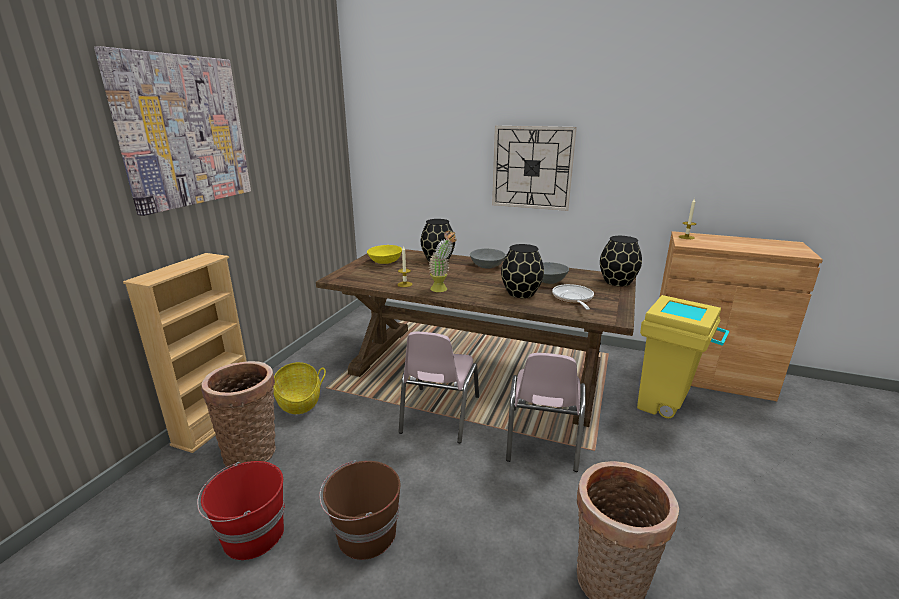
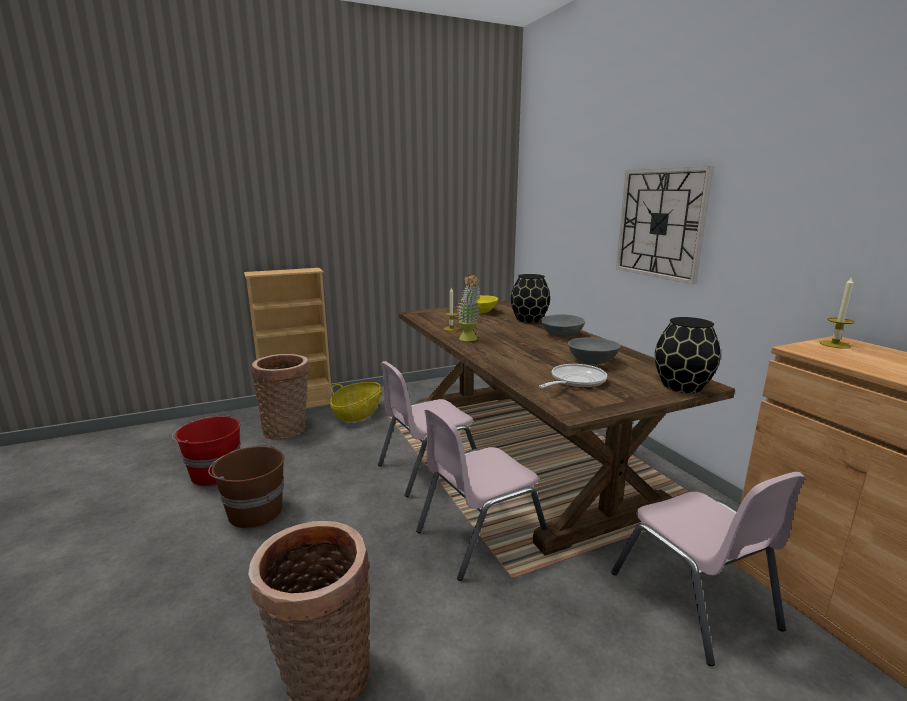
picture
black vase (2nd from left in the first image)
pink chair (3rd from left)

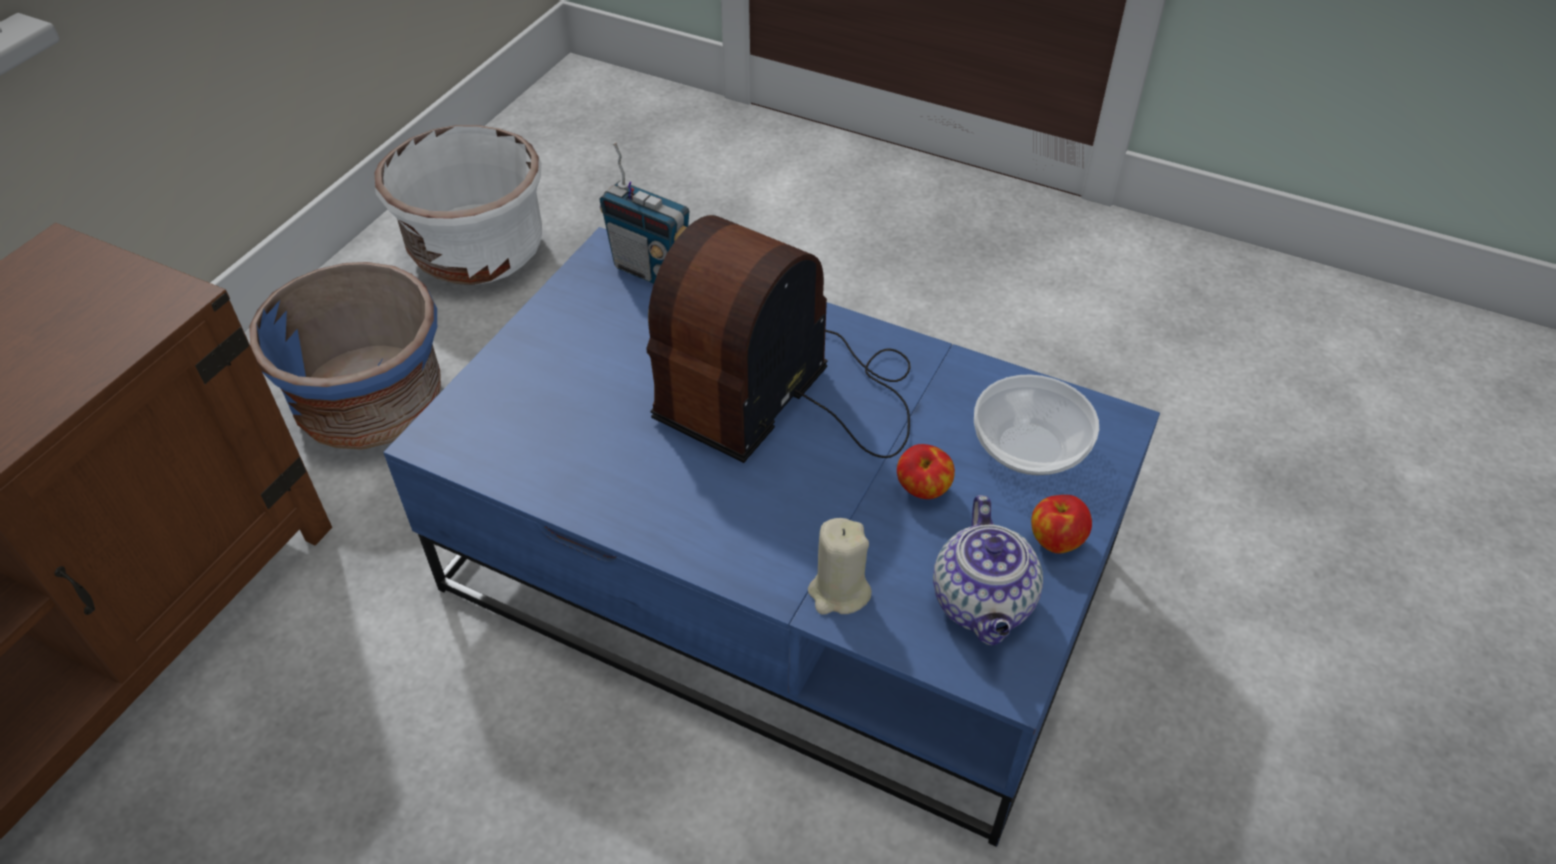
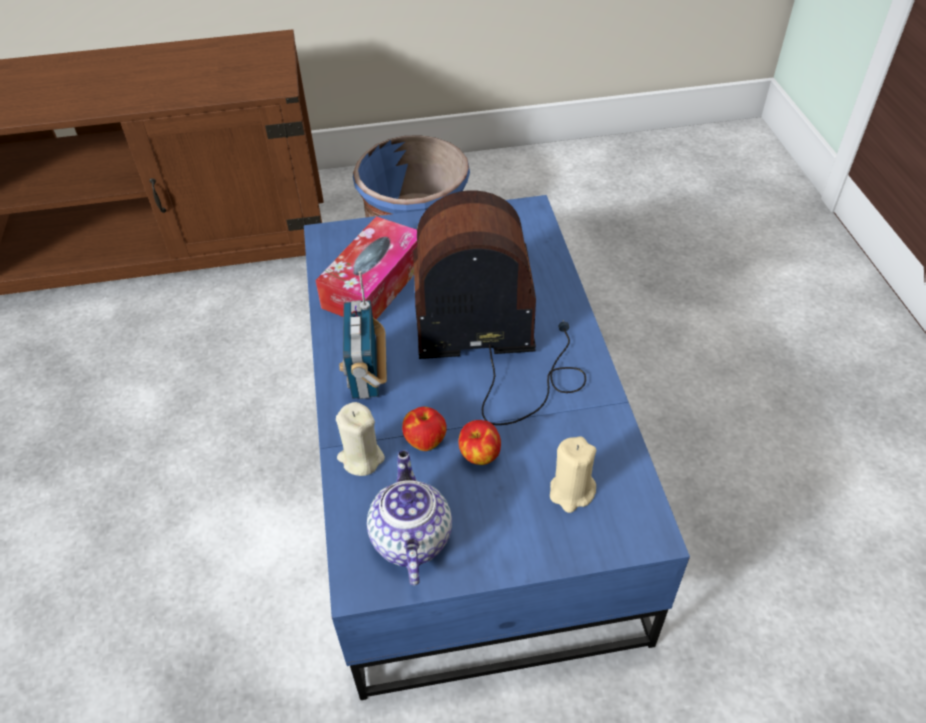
white planter
radio (1st from left)
teapot
beige candle (2nd from left)
apple (1st from left)
tissue box

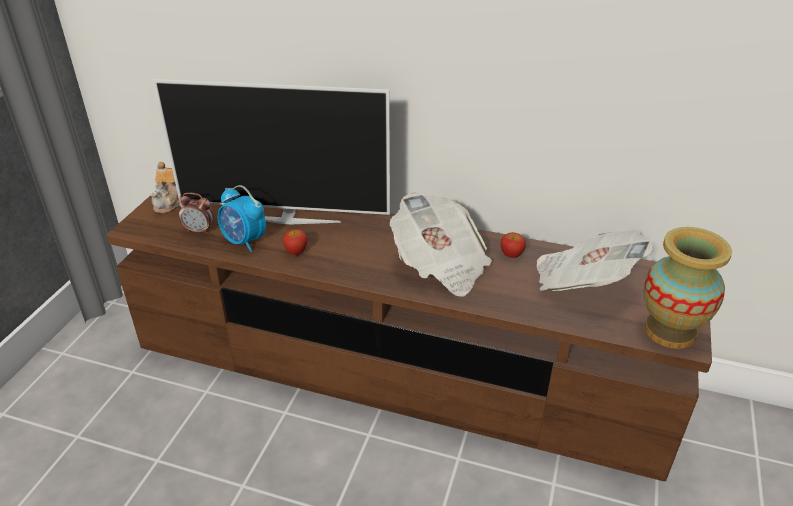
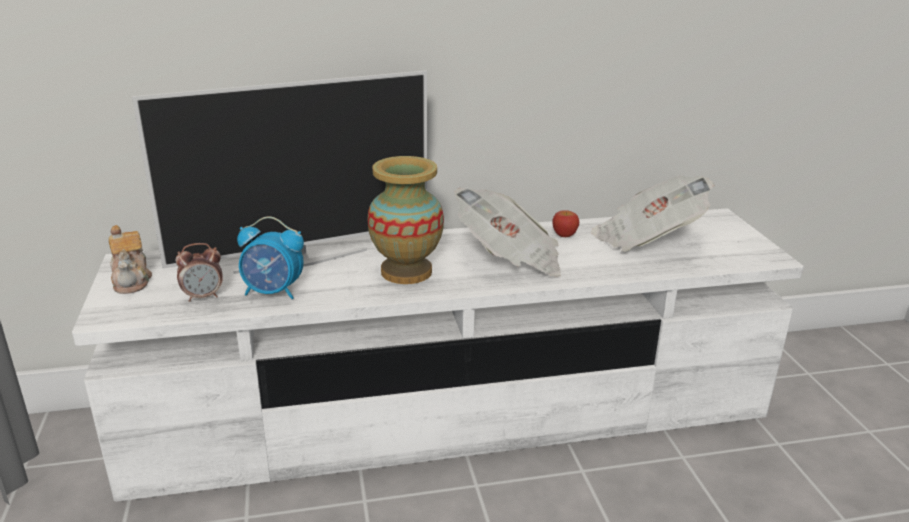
white tv stand
apple (1st from left in the first image)
vase

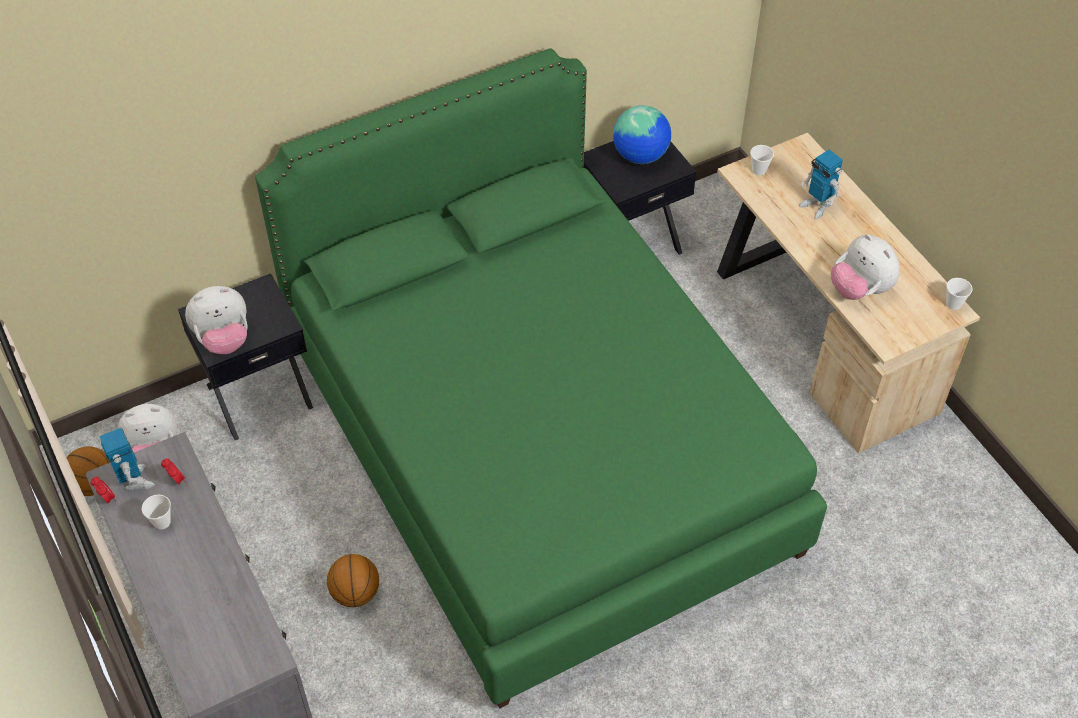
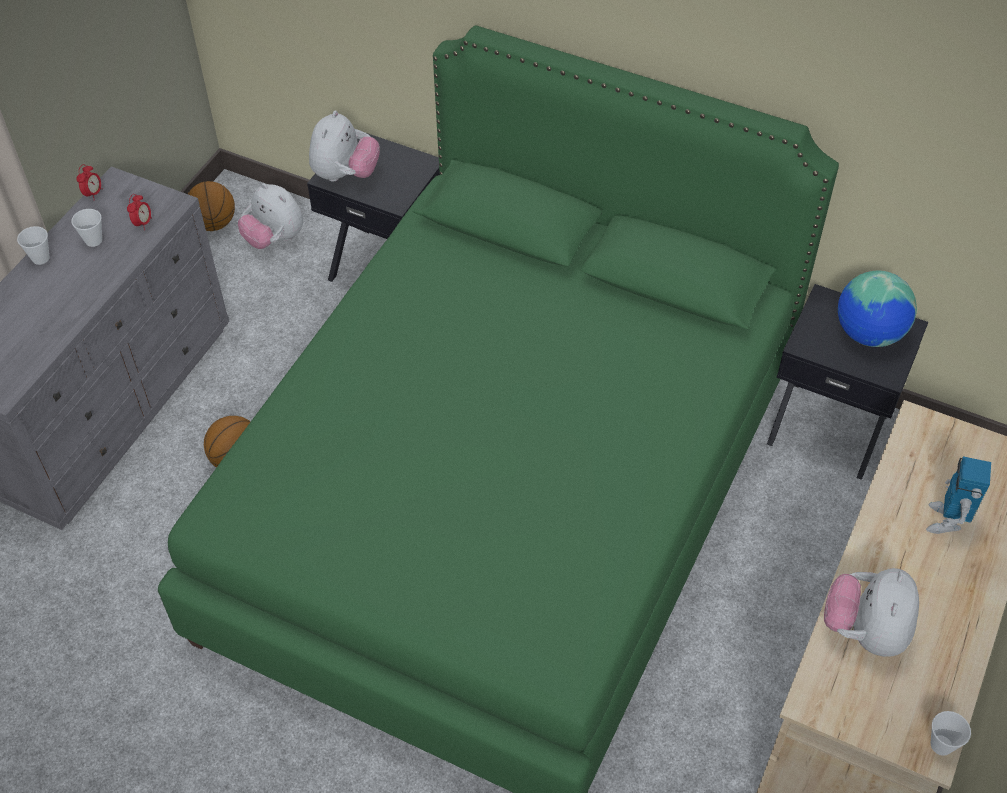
toy robot (1st from left in the first image)
plush toy (2nd from left)
cup (1st from left)

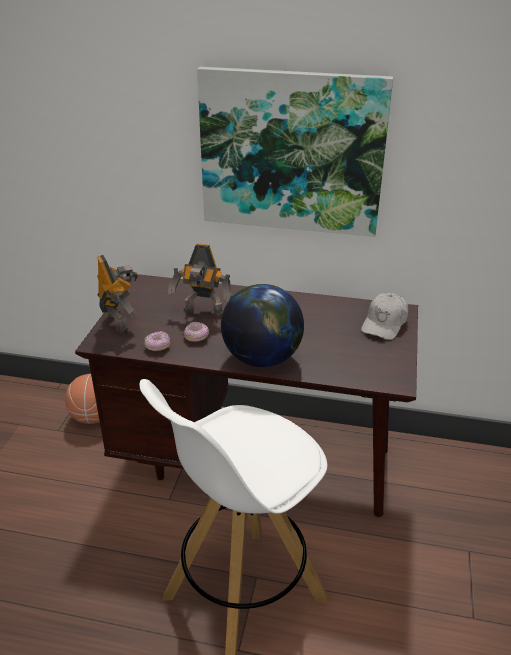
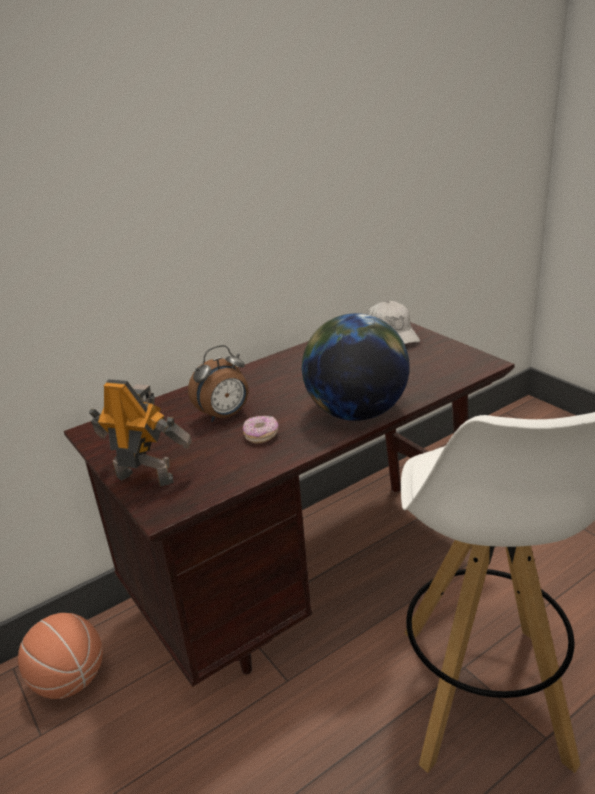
donut (1st from left in the first image)
alarm clock
picture

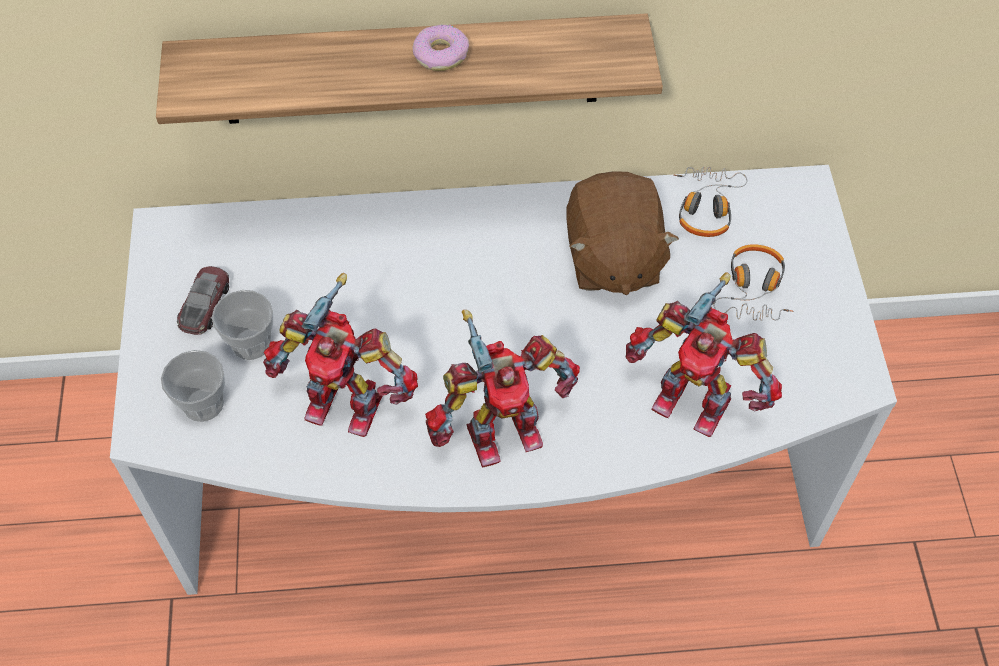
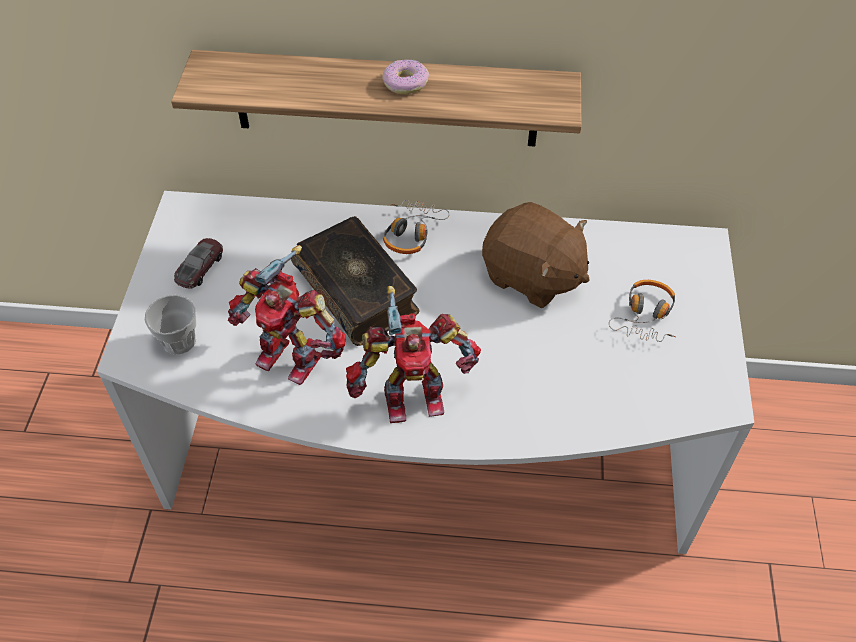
cup (2nd from left in the first image)
brown plush toy
toy robot (3rd from left in the first image)
headphones (1st from left)
book

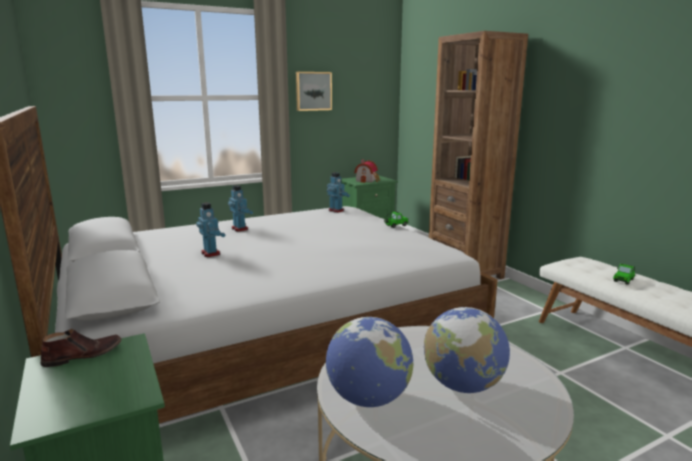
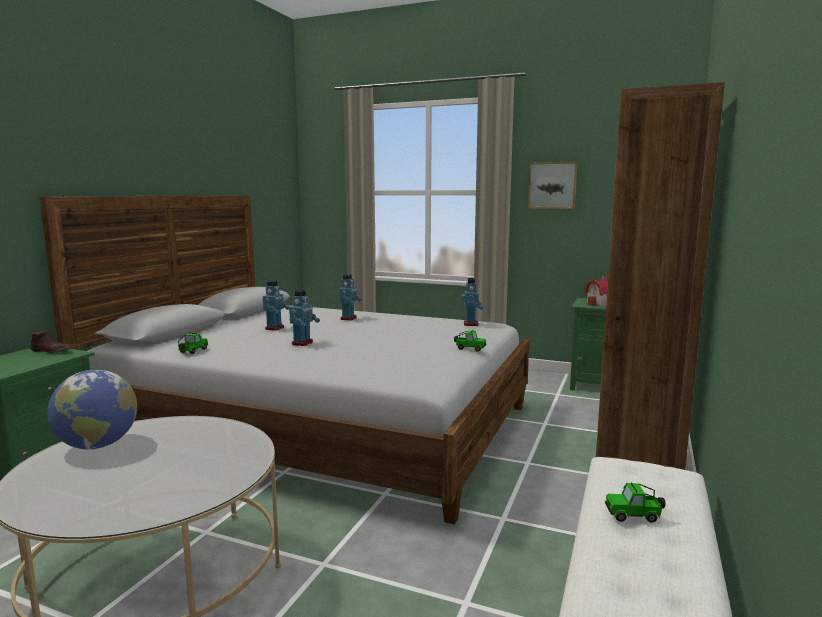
globe (2nd from left in the first image)
toy car (1st from left)
toy robot (2nd from left)

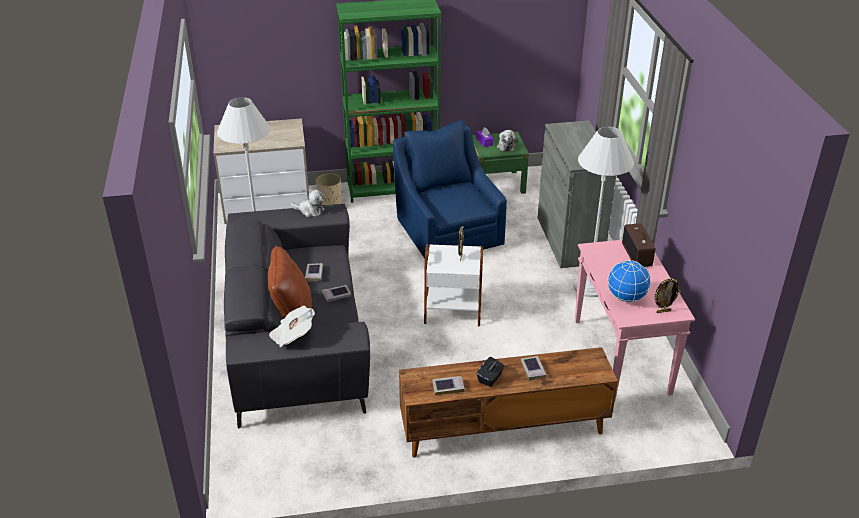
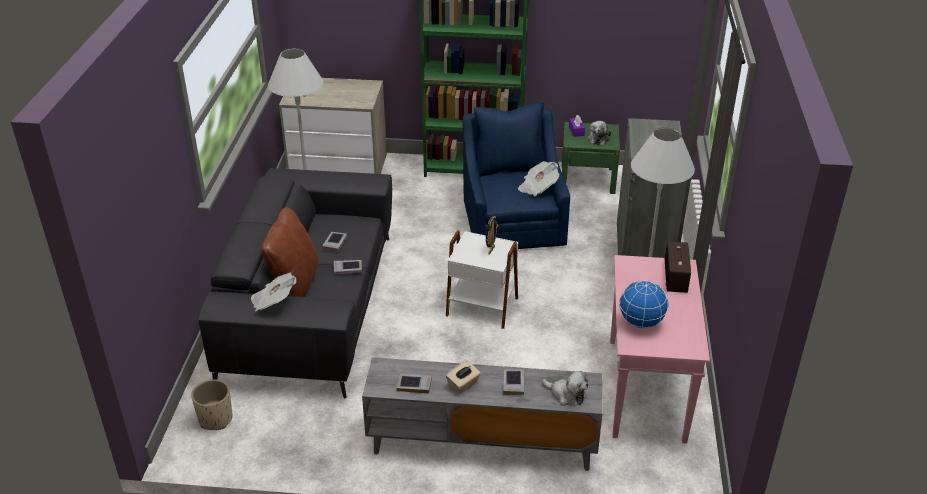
plush toy (1st from left)
beige planter
grey tv stand
beige tissue box
picture frame (2nd from left in the first image)
newspaper (2nd from left)

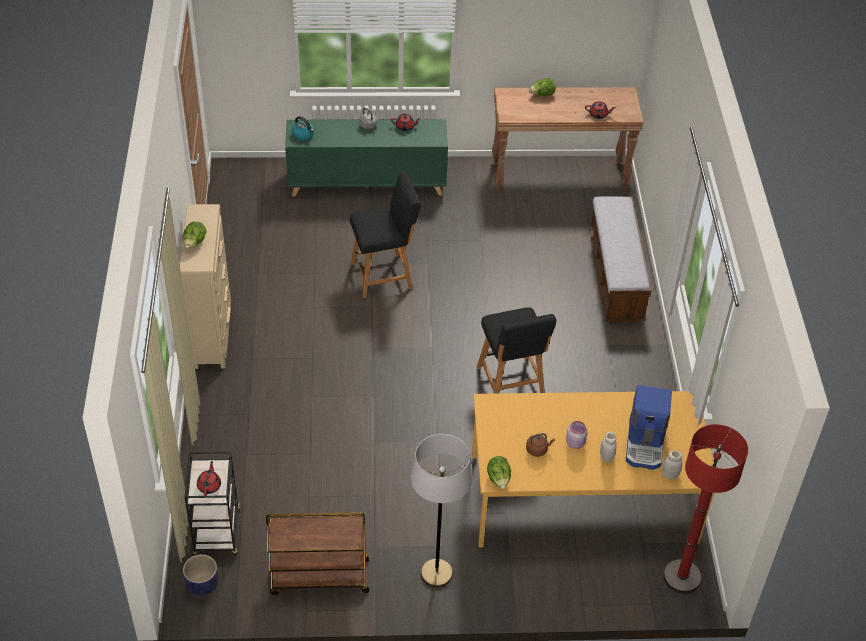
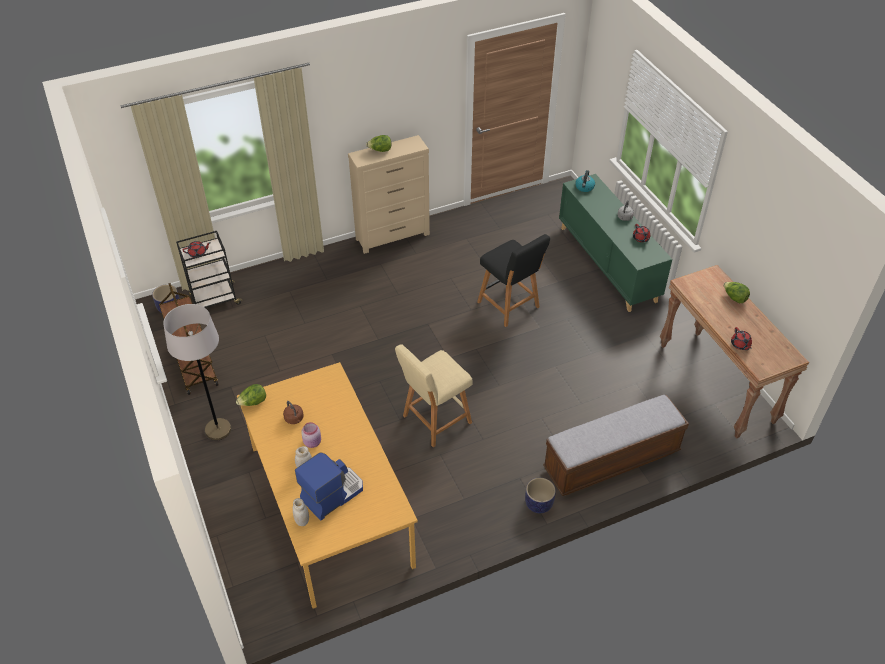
beige stool
coffee machine
red floor lamp
planter (2nd from left)

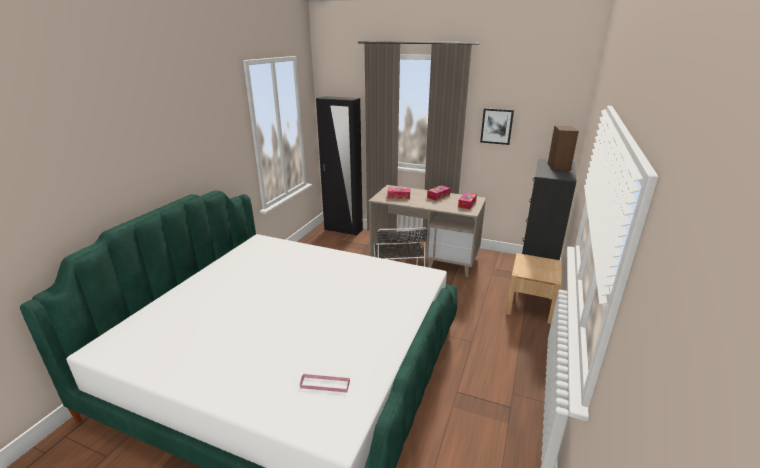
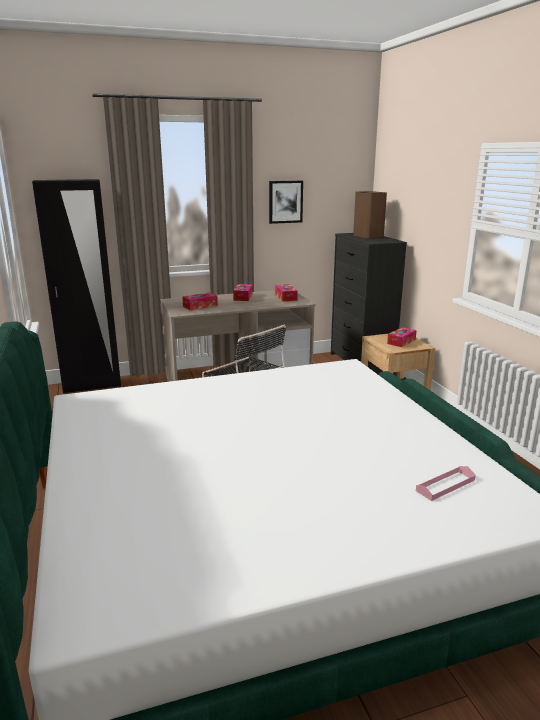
tissue box (4th from left)

